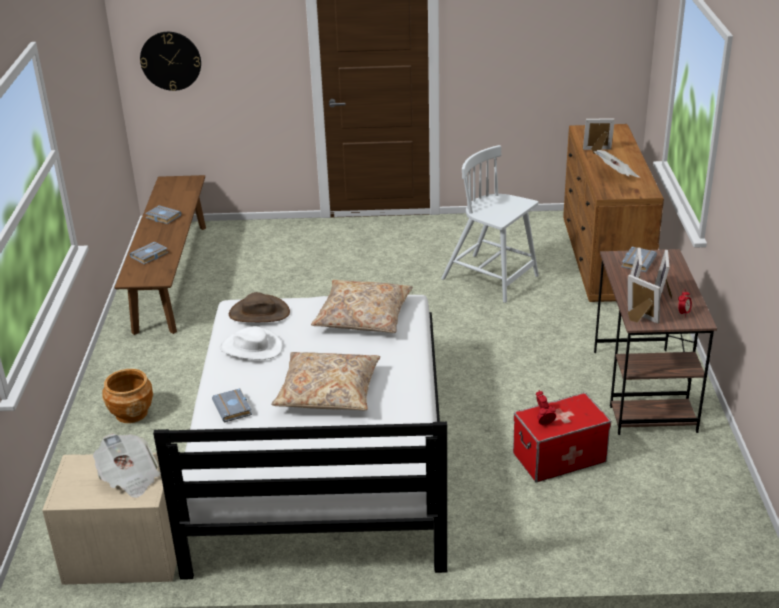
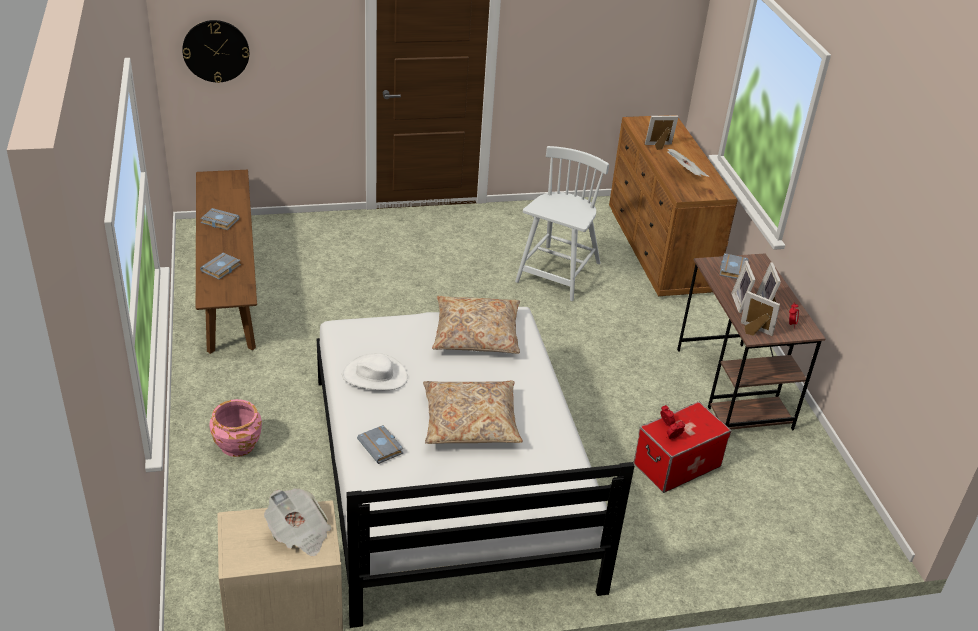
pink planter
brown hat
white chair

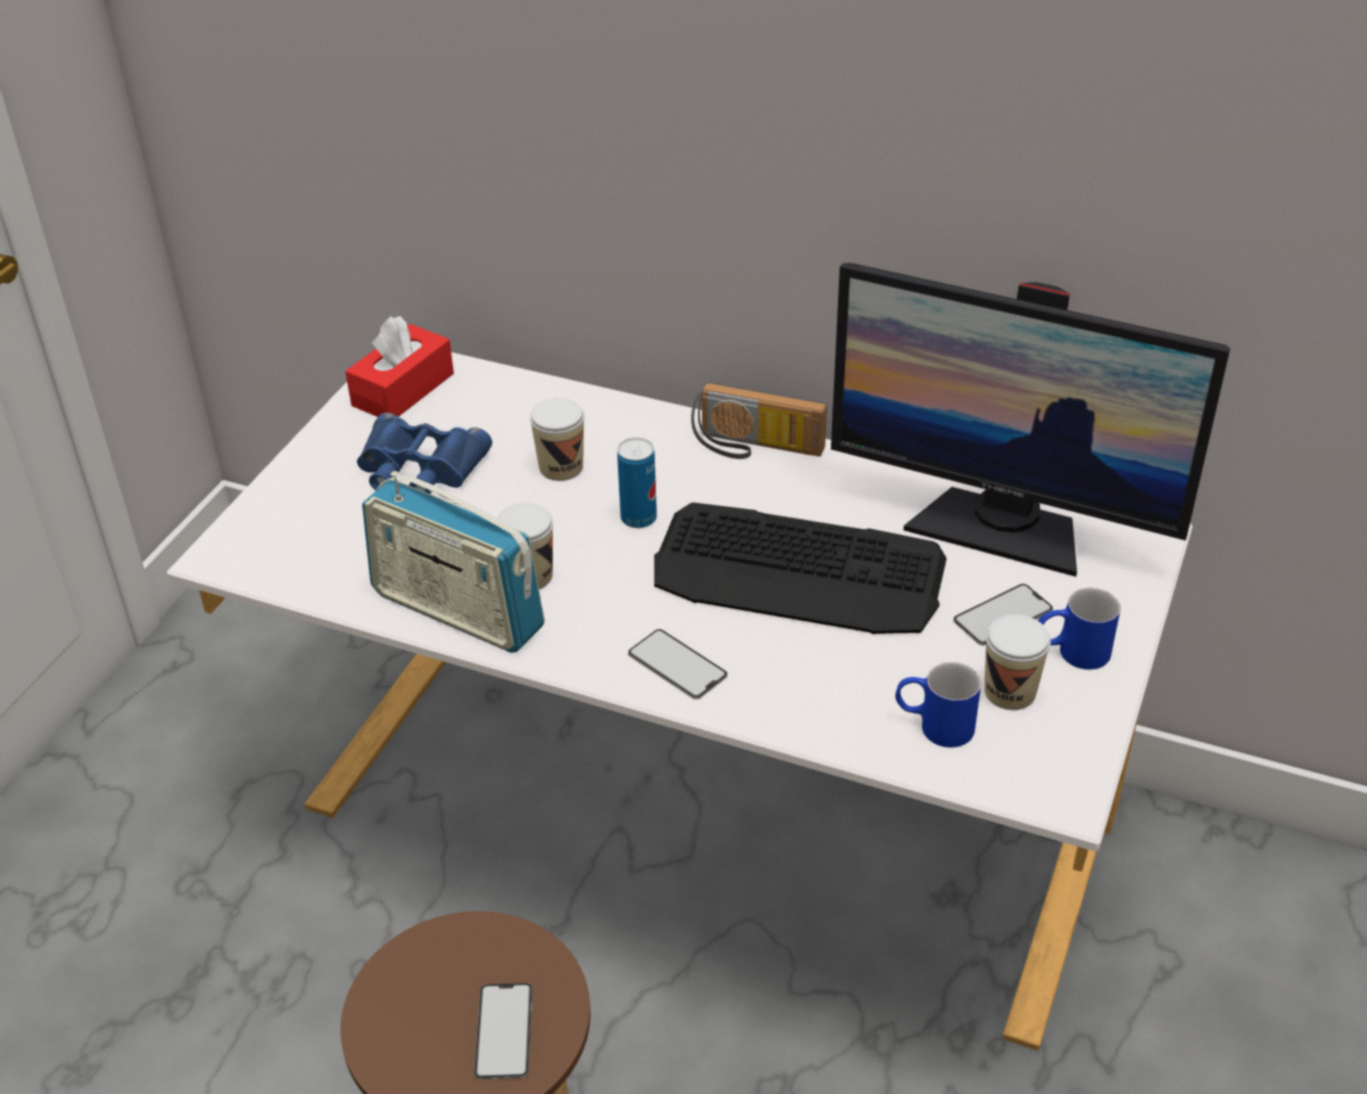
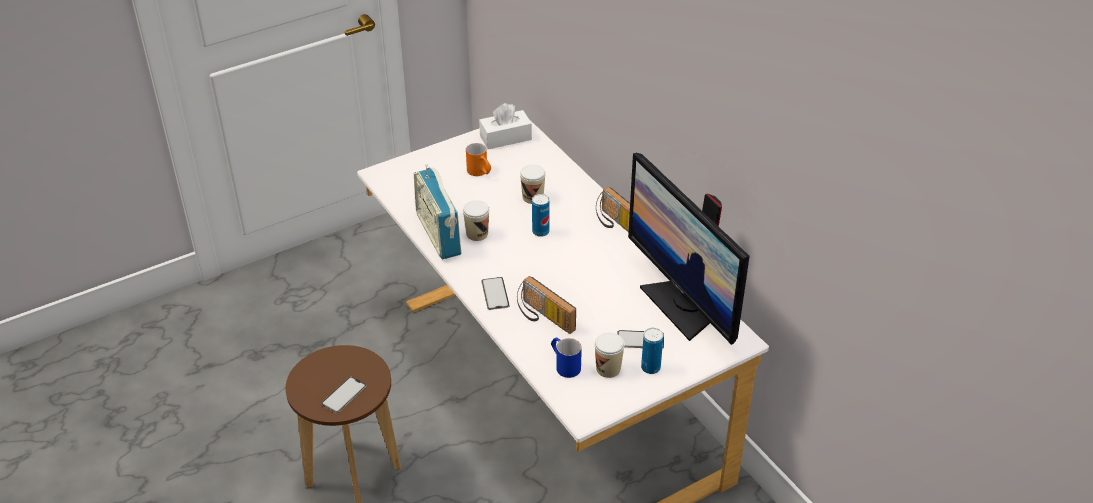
white tissue box
orange mug
keyboard
can (2nd from left)
radio (2nd from left)

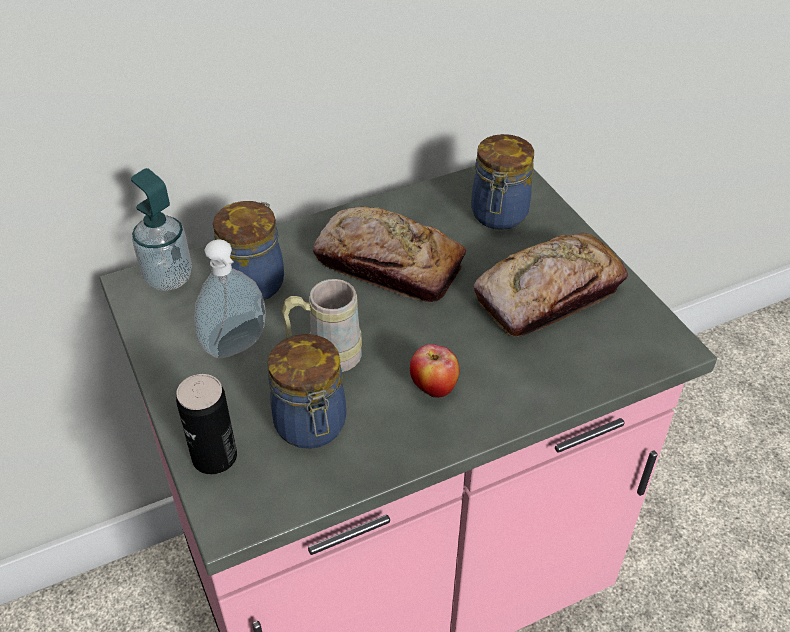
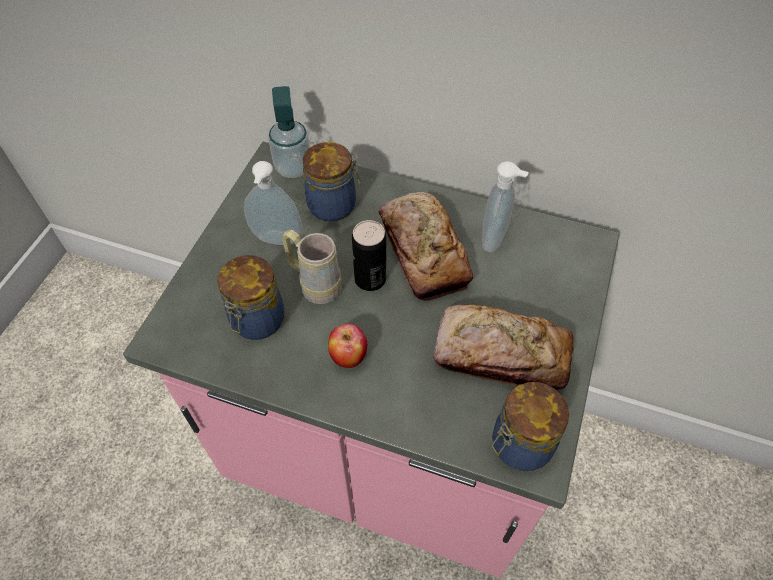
can
jar (3rd from left)
soap dispenser (3rd from left)

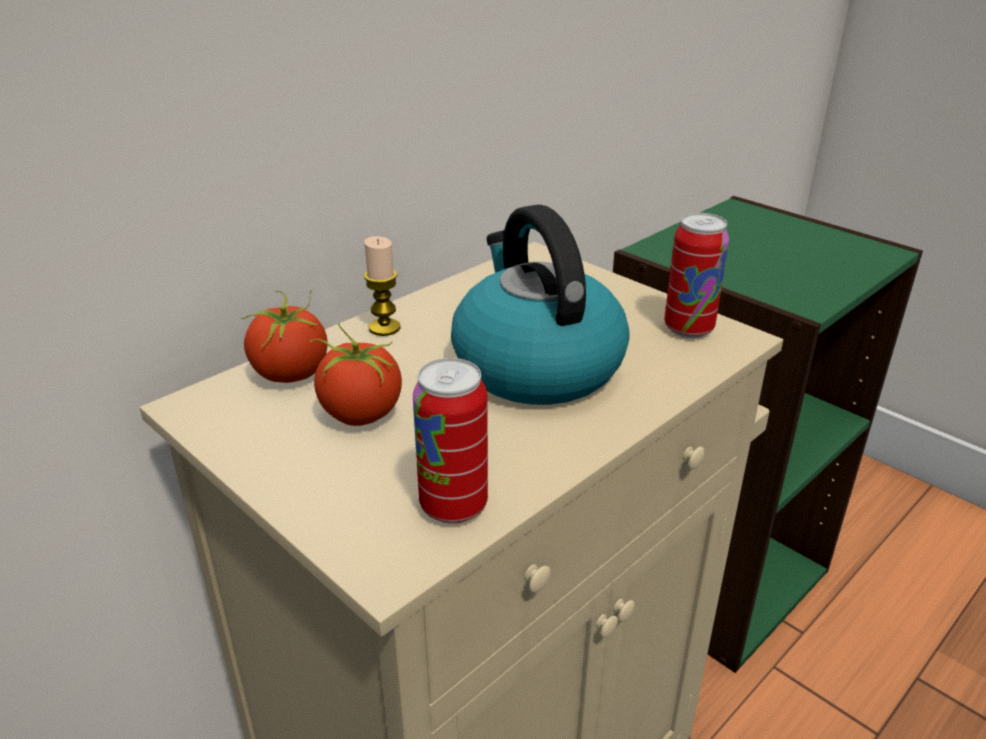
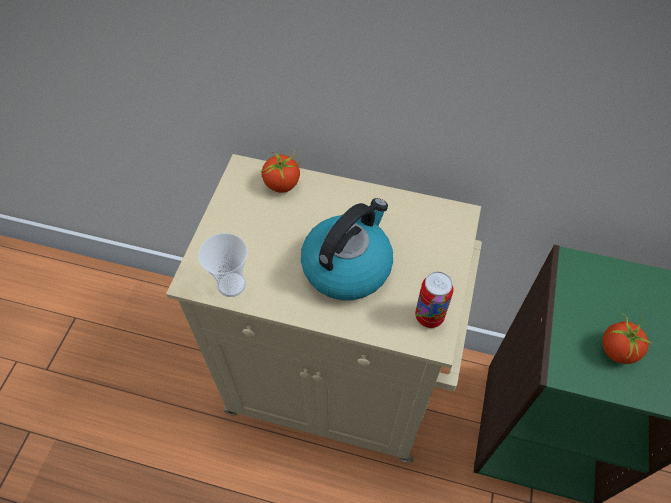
tomato (2nd from left)
candle
cup

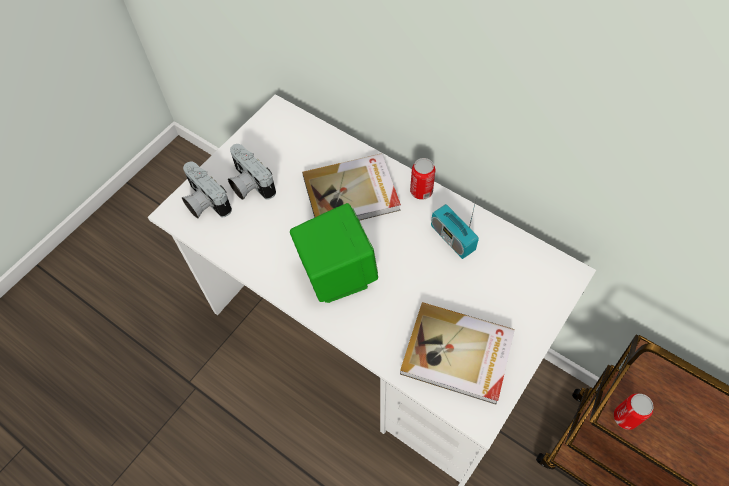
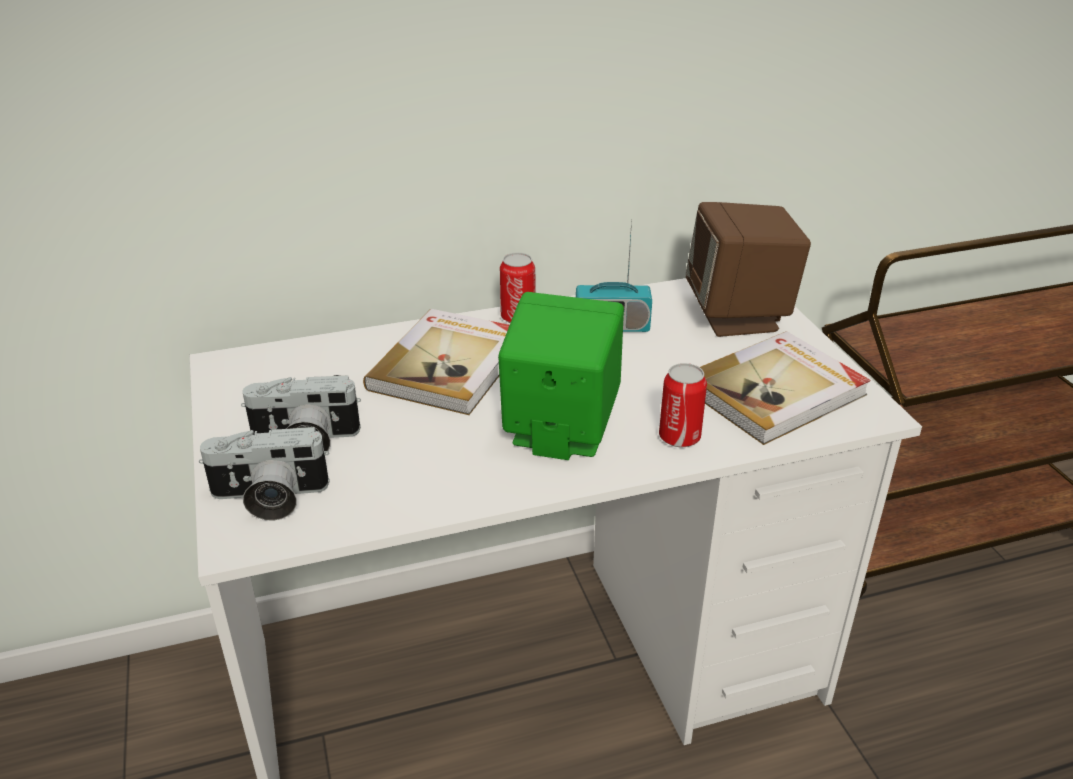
can (2nd from left)
brown speaker

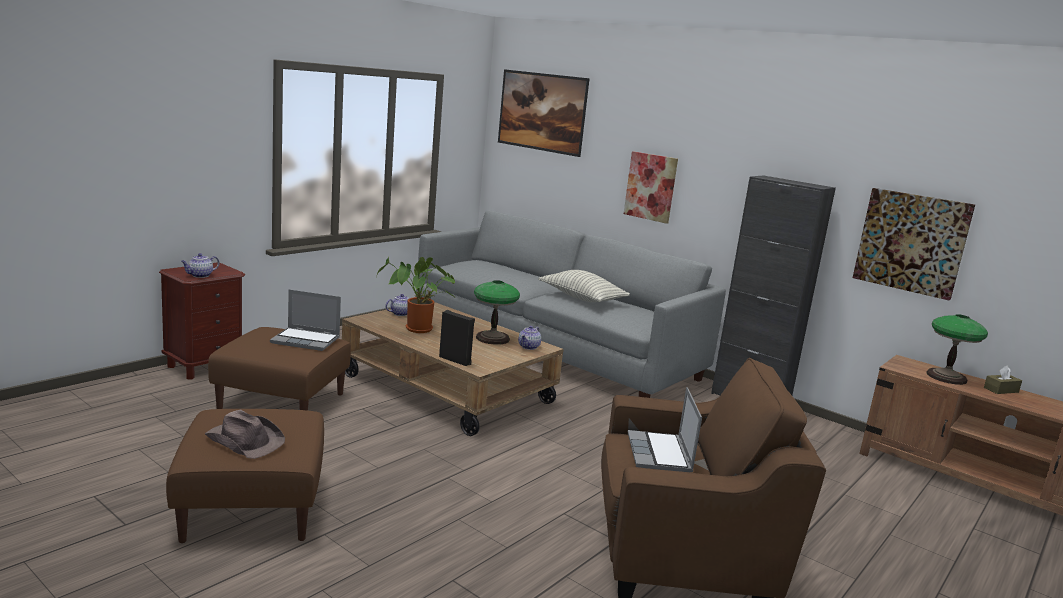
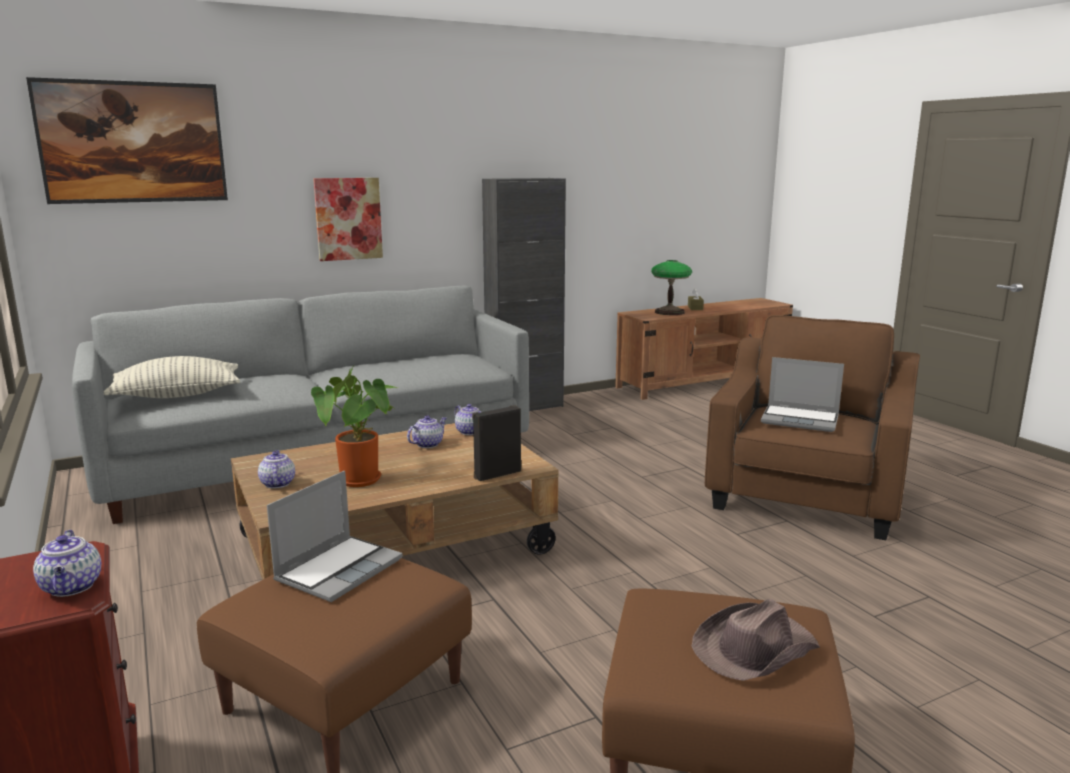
teapot (3rd from left)
pillow
picture (3rd from left in the first image)

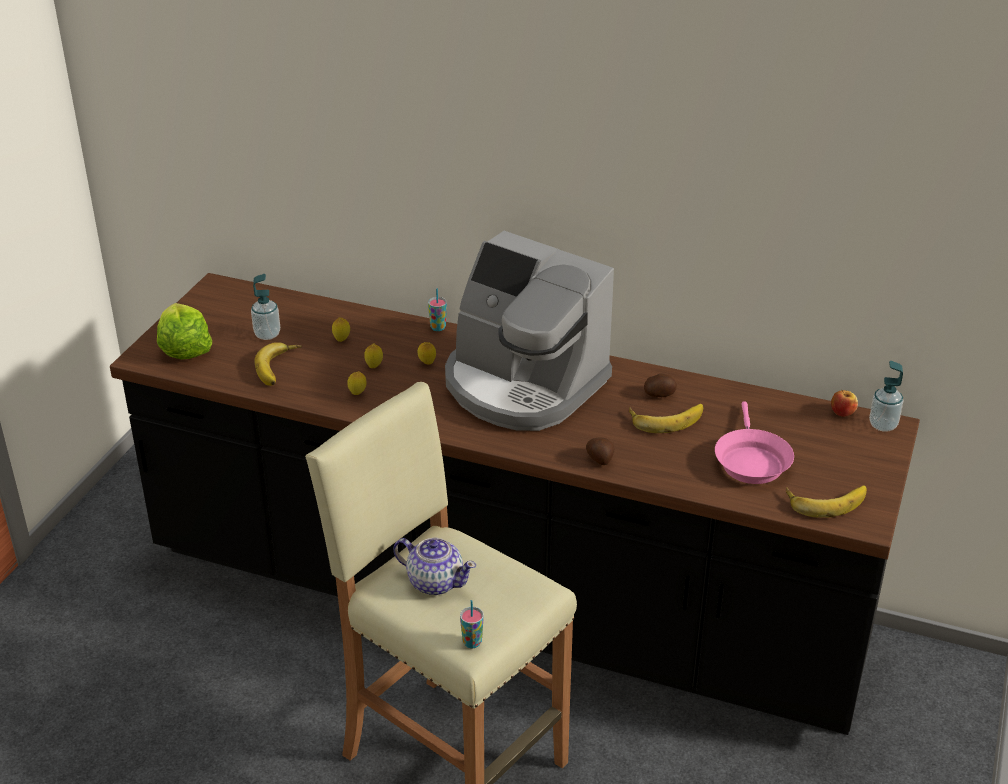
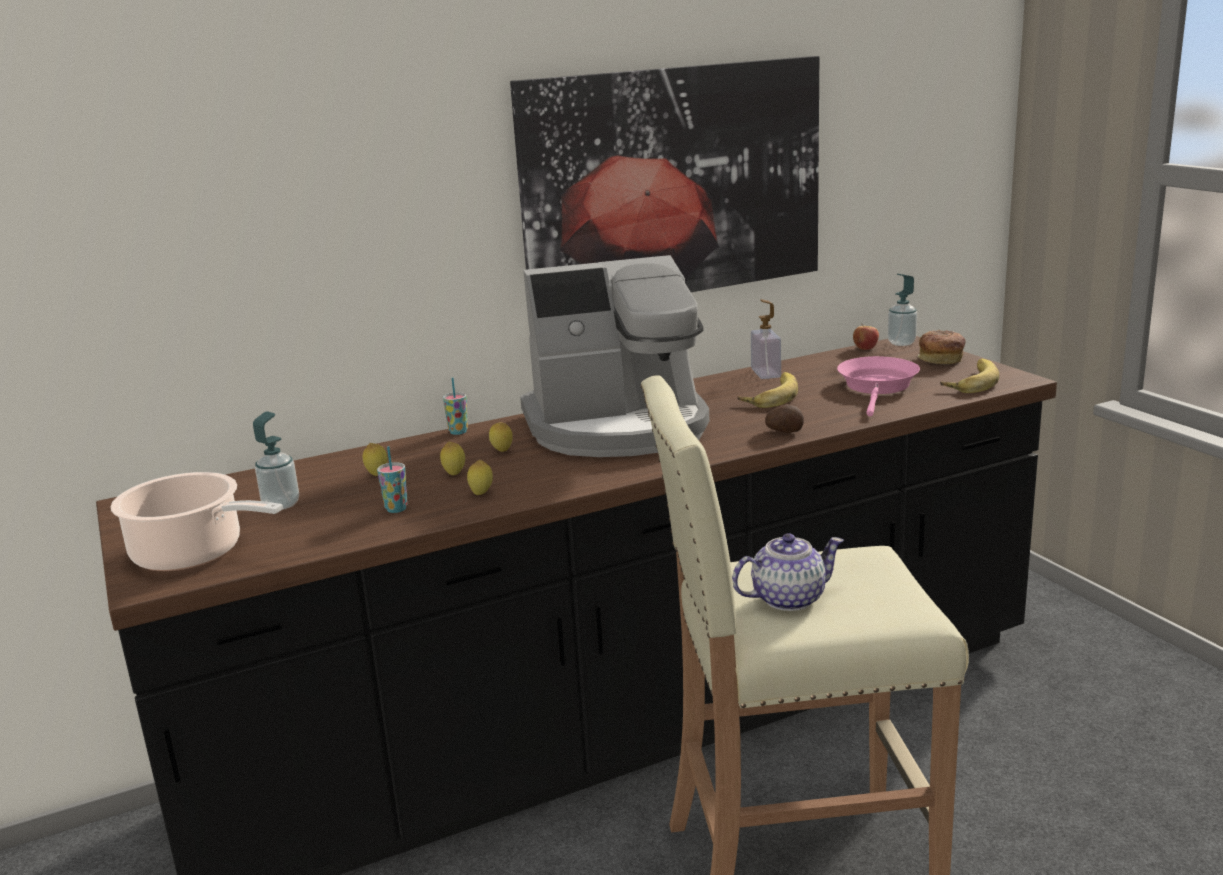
cooking pot
banana (1st from left in the first image)
cup (1st from left)
potato (2nd from left in the first image)
pink frying pan
picture
soap dispenser (2nd from left)
bread

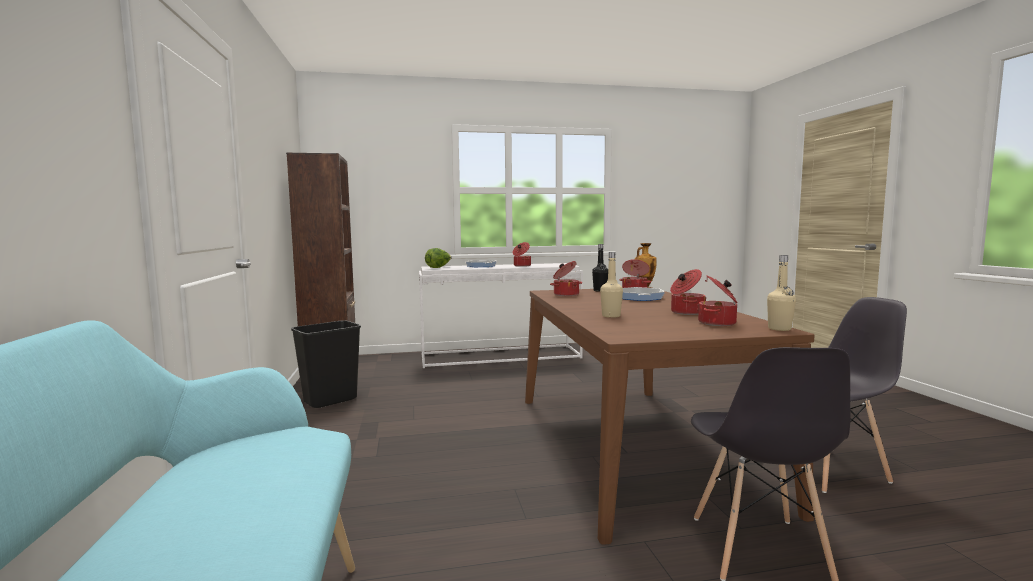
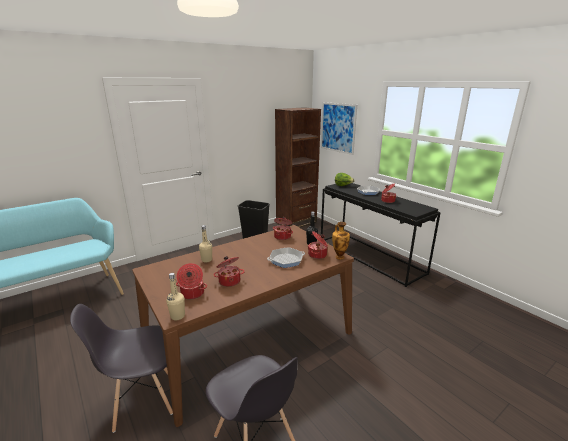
black console table
picture

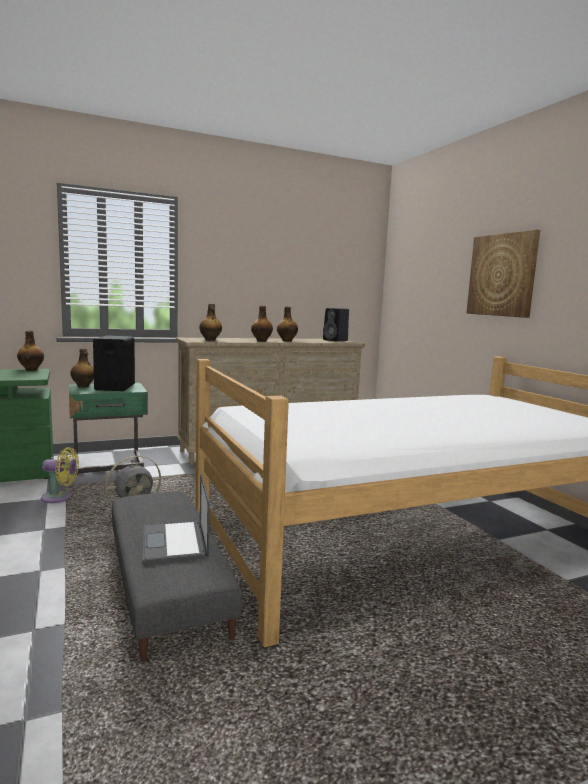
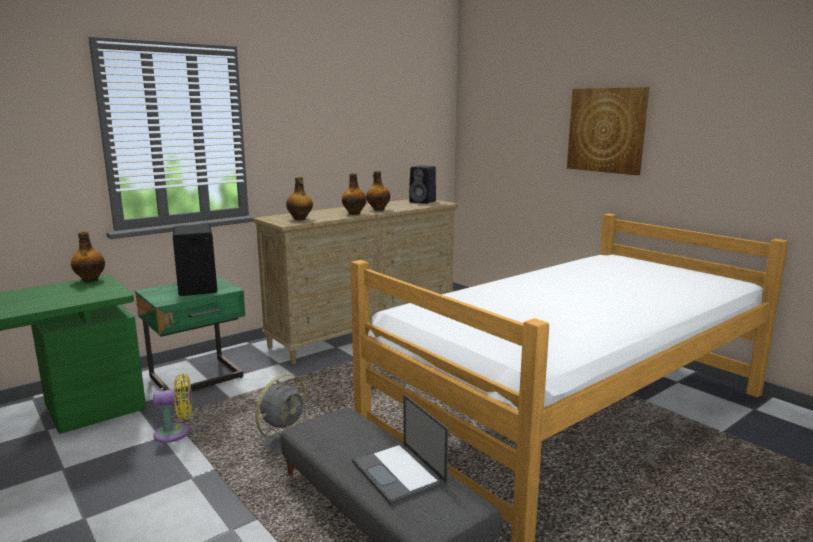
bottle (2nd from left in the first image)

